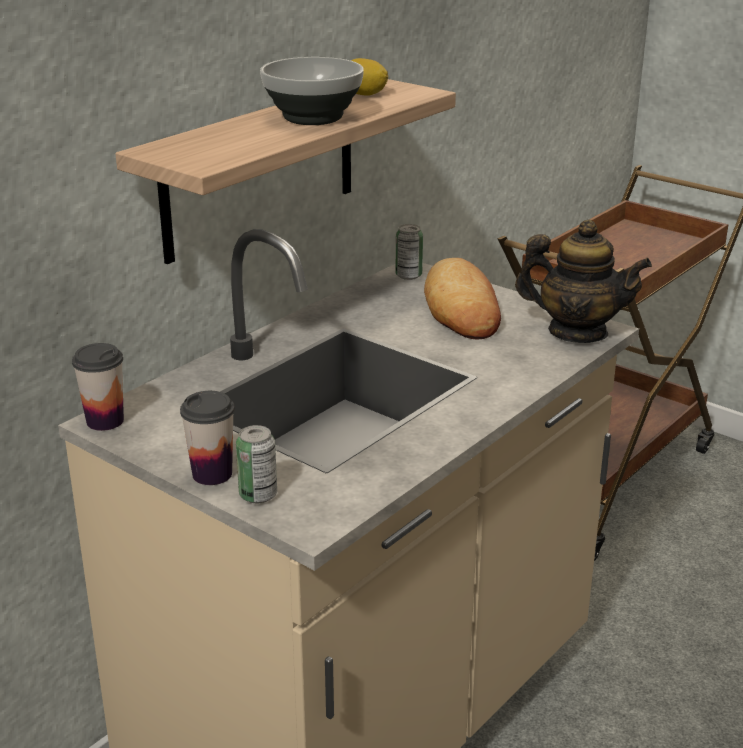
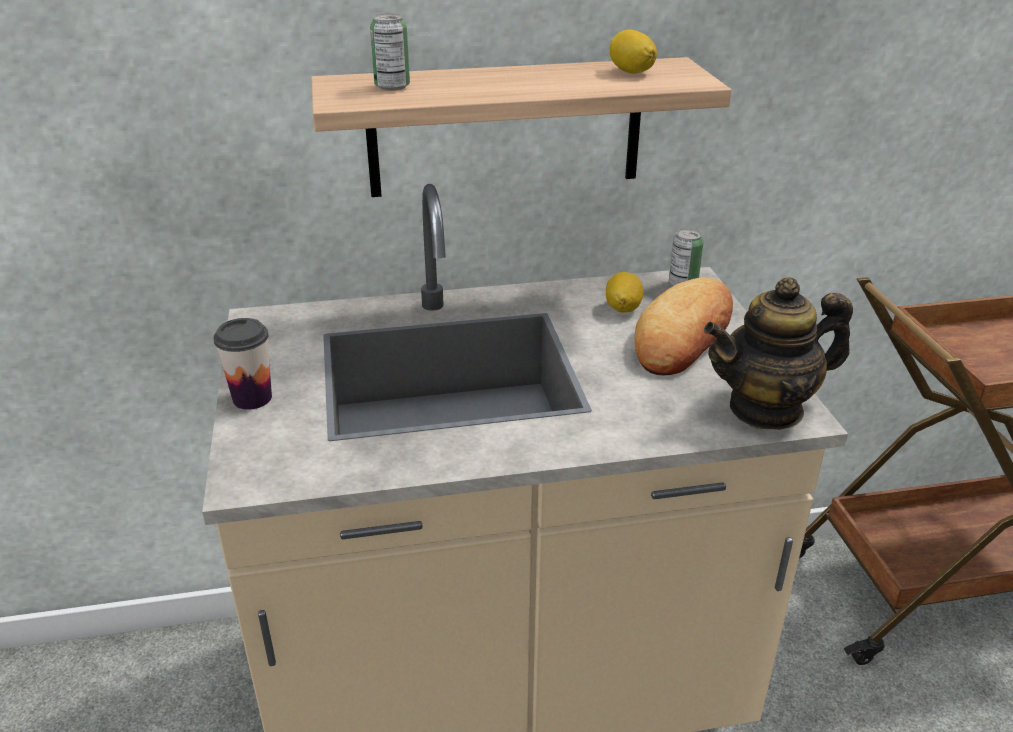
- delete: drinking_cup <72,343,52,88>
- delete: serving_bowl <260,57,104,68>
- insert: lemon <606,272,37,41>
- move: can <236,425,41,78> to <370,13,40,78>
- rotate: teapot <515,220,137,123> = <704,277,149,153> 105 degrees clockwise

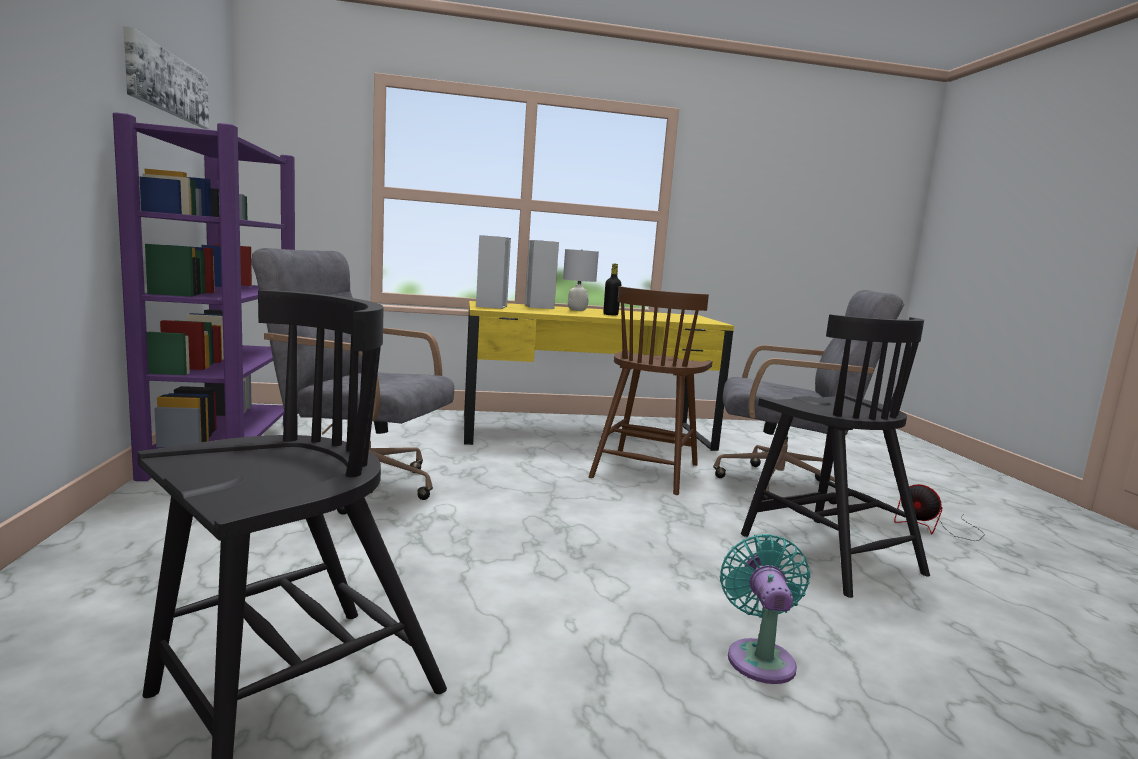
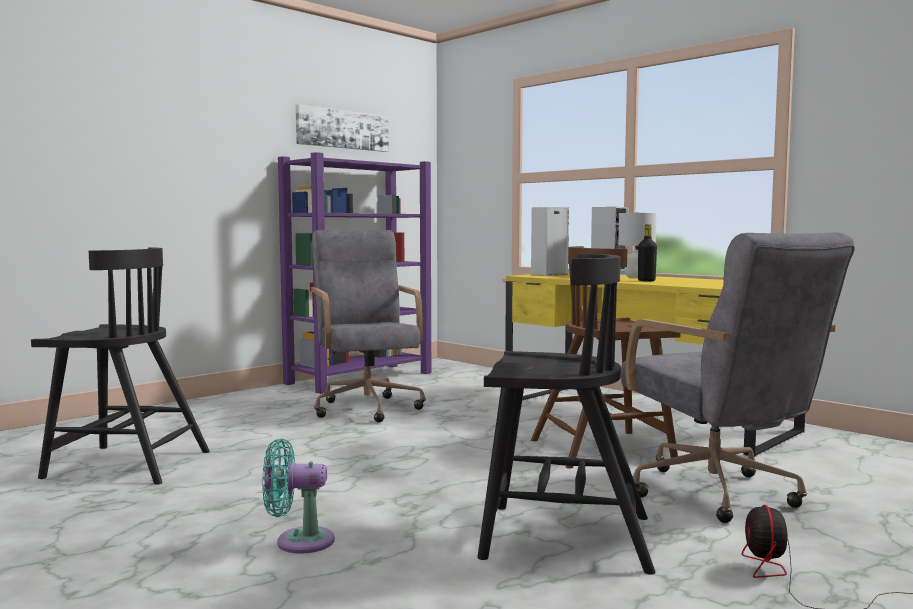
- rotate: turquoise_cooling_fan <720,534,90,150> = <262,439,73,115> 150 degrees counterclockwise
- rotate: black_plain_chair <741,314,189,284> = <477,254,179,321> 105 degrees counterclockwise

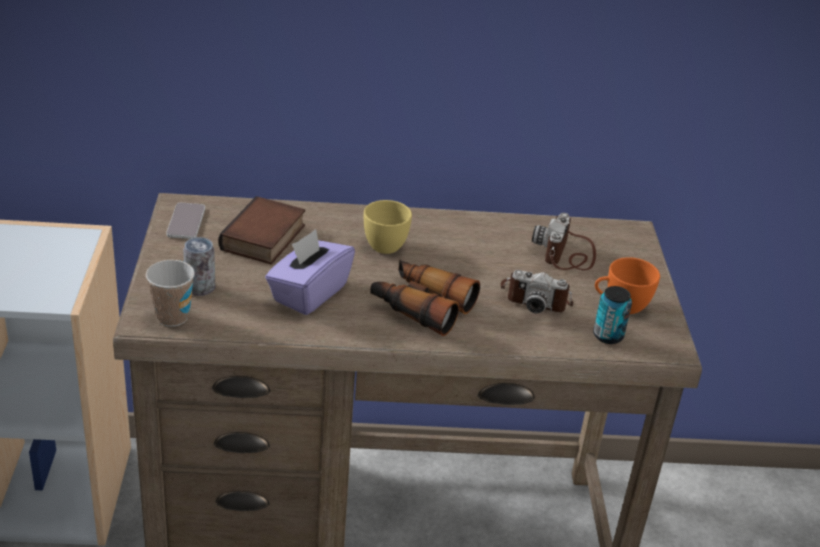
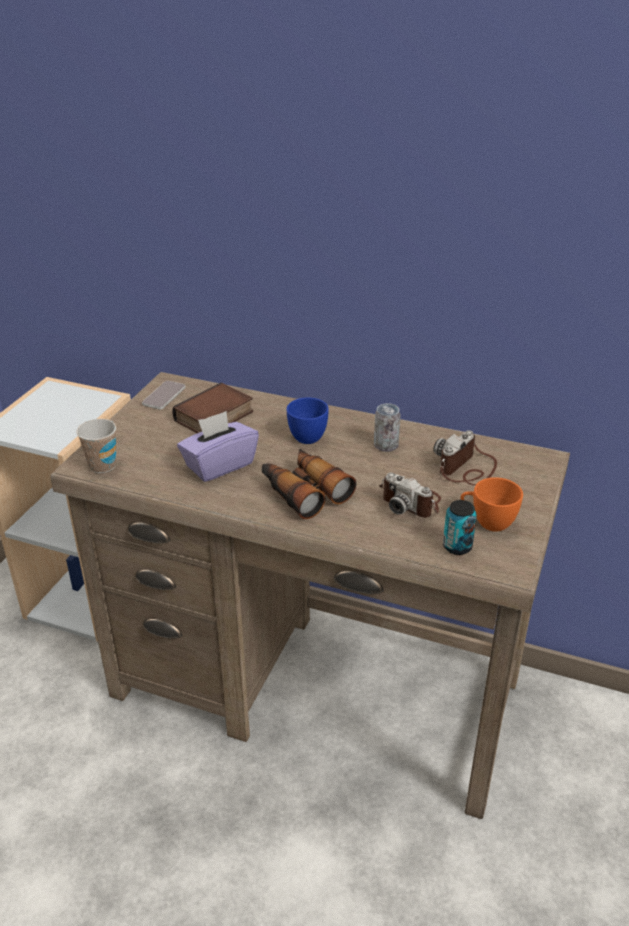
- move: can <183,237,32,59> to <374,403,27,49>
- recolor: yellowish_drinking_cup <364,200,48,54> to blue-coloured_drinking_cup <287,397,42,47>

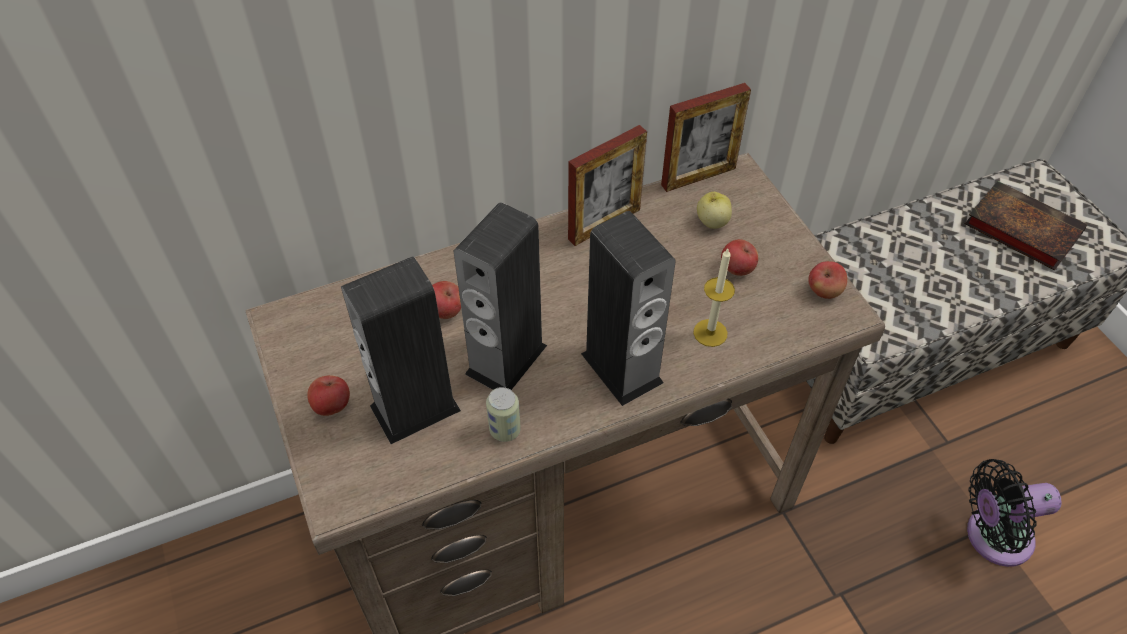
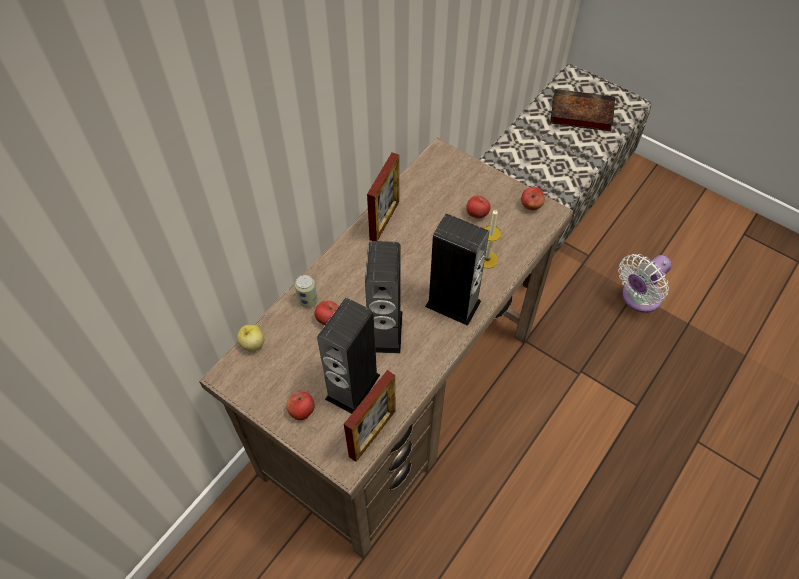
- move: can <486,387,35,55> to <295,275,23,33>
- move: standing_frame <661,83,90,109> to <344,370,52,92>
- move: apple_fruit <697,192,35,37> to <237,325,27,26>
- recolor: black_cooling_fan <967,459,95,108> to white-coloured_cooling_fan <618,254,54,59>

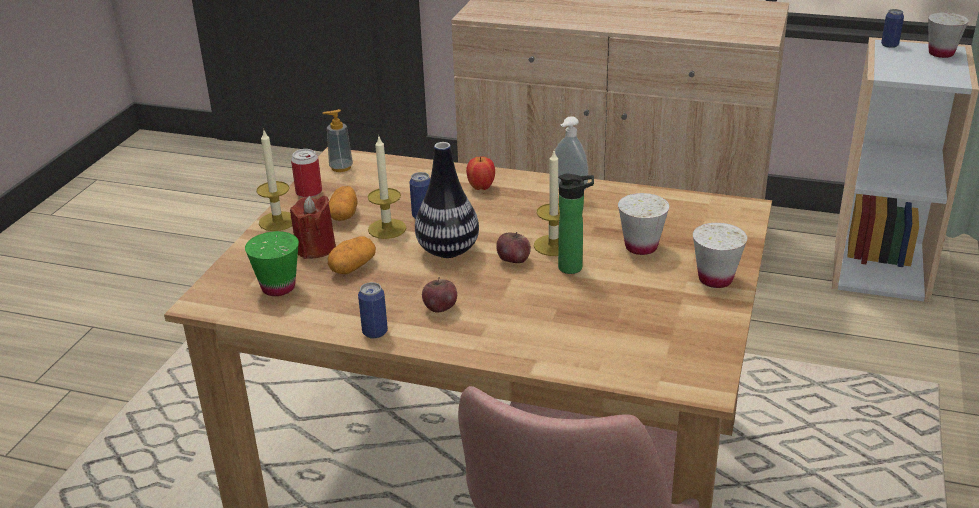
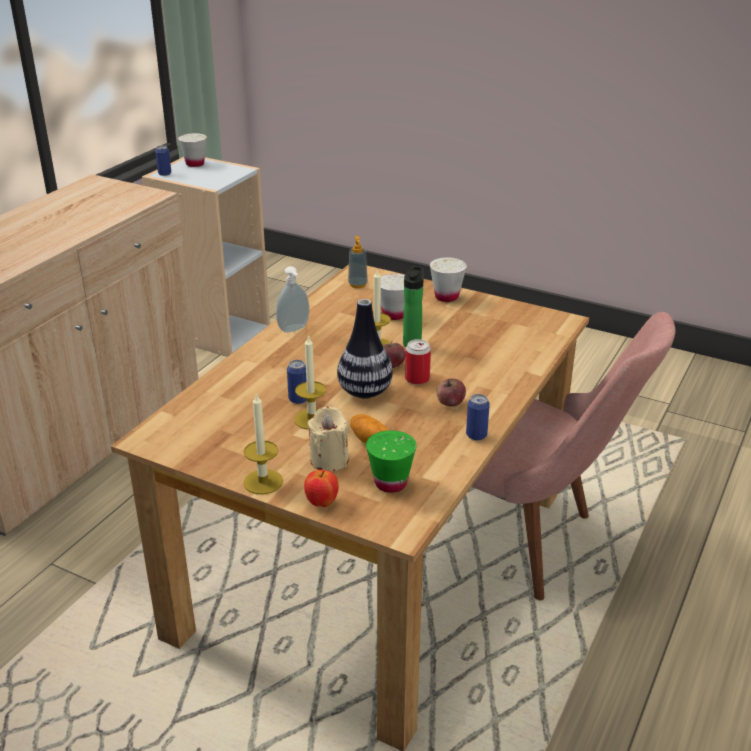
- delete: whole_potato <329,186,29,35>
- move: can <291,149,31,48> to <405,339,26,46>
- move: liquid_soap_bottle <323,109,30,63> to <348,236,20,52>
- move: apple_fruit <466,156,29,34> to <304,470,35,37>
- recolor: red_wax_light <290,195,46,64> to beige_wax_light <308,407,41,65>

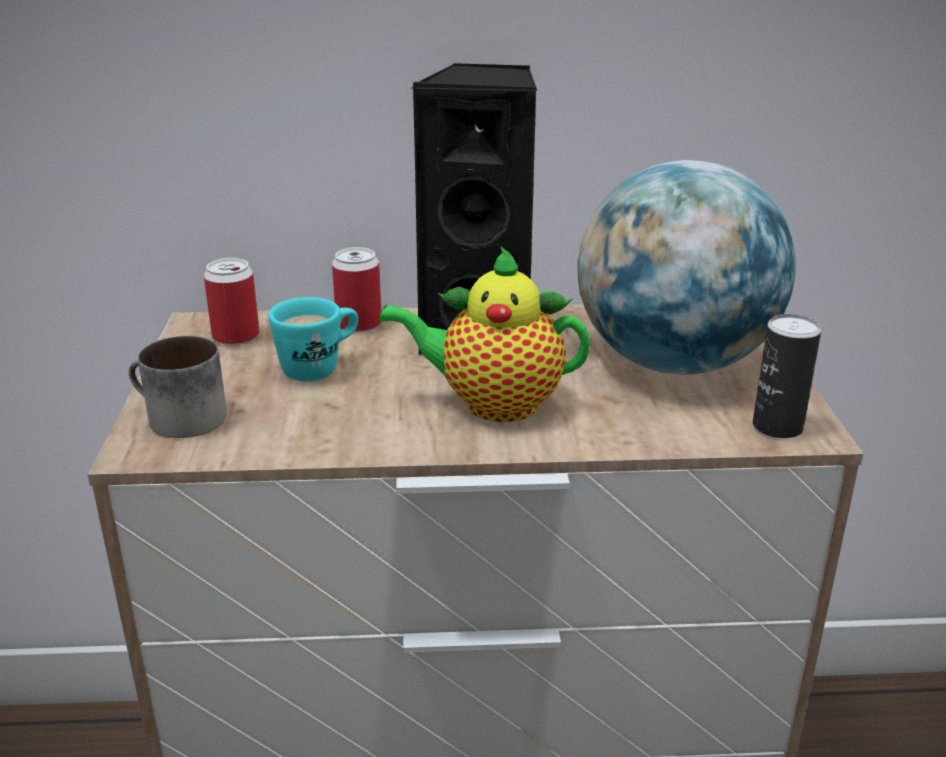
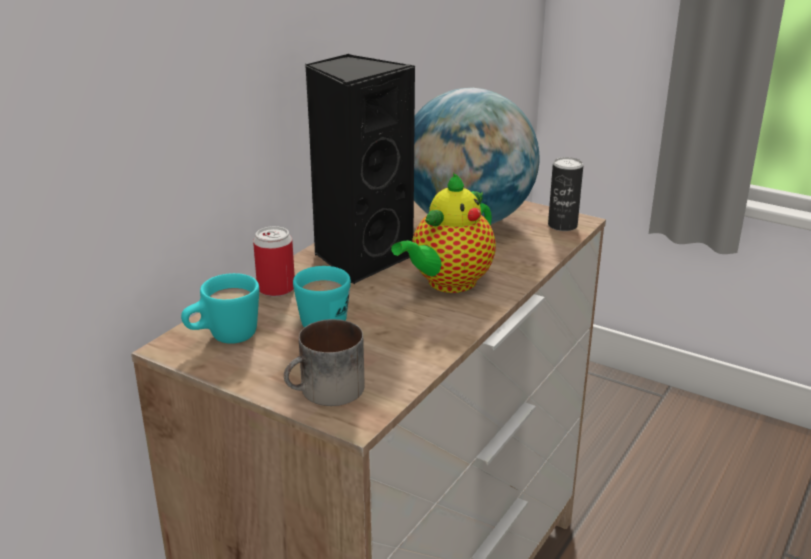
- replace: can <204,258,56,87> to turquoise_mug <181,273,78,71>

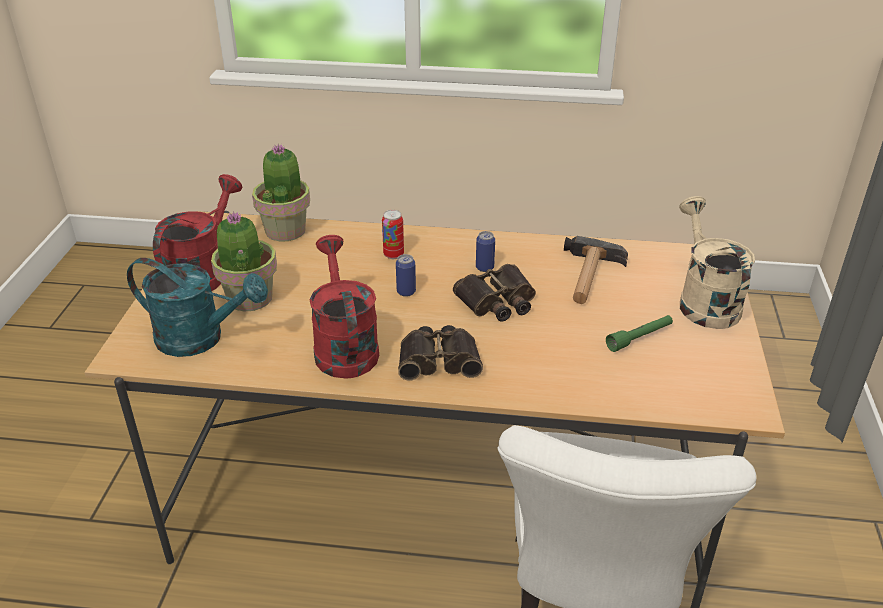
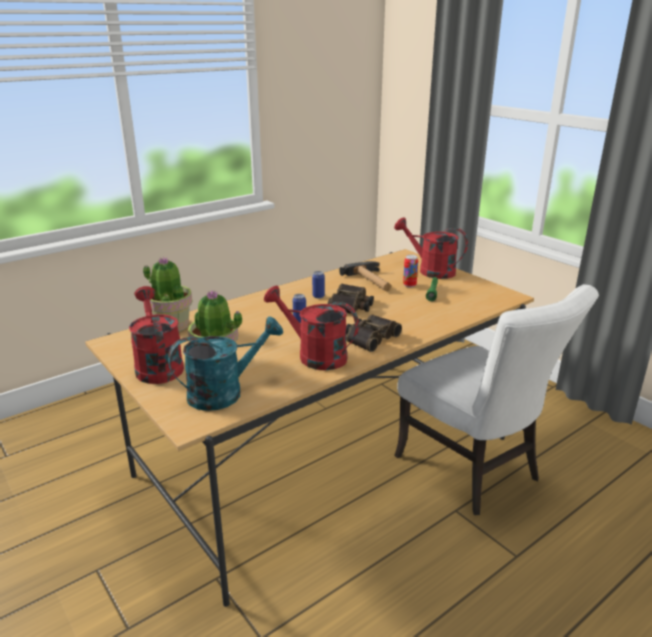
- move: can <382,210,22,49> to <403,255,15,33>
- recolor: beige_watering_pot <679,196,76,133> to red_watering_pot <394,217,74,62>

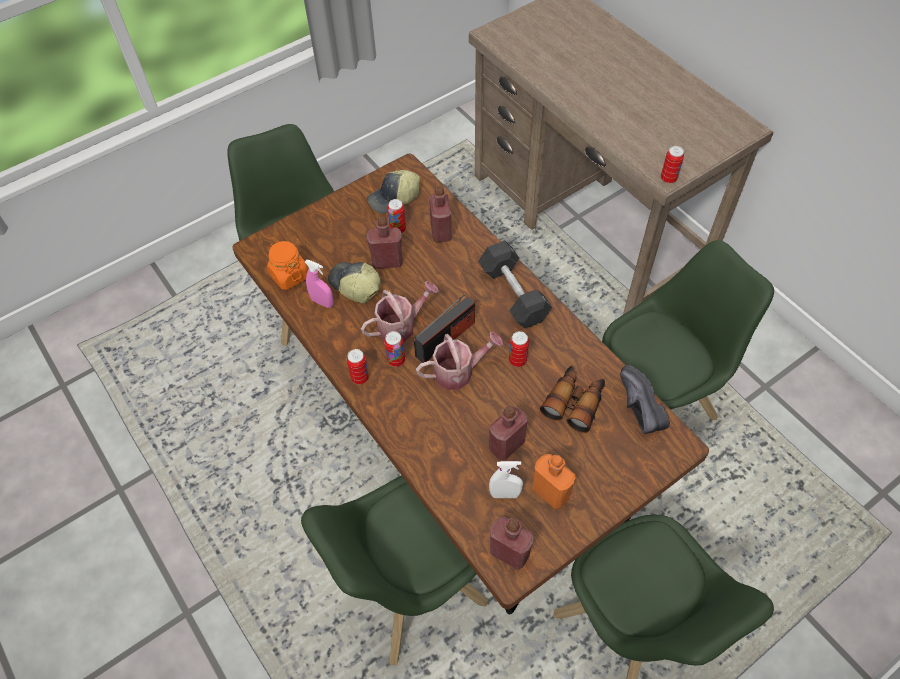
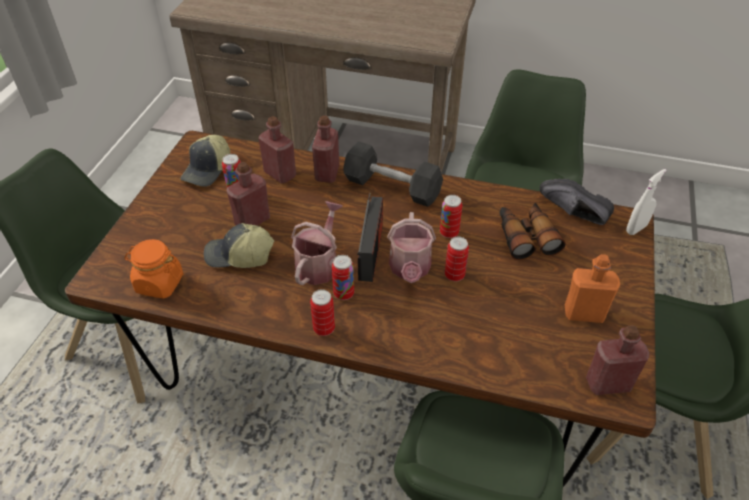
- delete: pinkish_sprayer <305,260,29,48>
- move: red_bottle <489,406,39,55> to <312,116,27,67>
- move: white-coloured_sprayer <489,461,34,37> to <626,169,41,66>
- move: can <661,146,23,38> to <445,237,24,44>
- rotate: watering_pot <416,332,87,58> = <387,212,49,71> 150 degrees clockwise

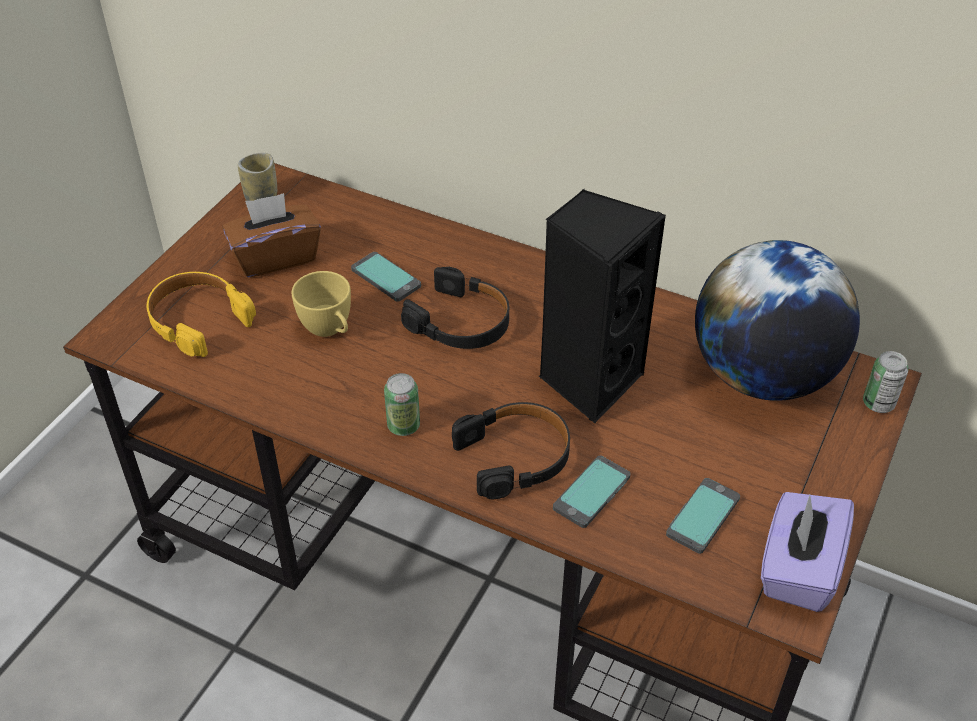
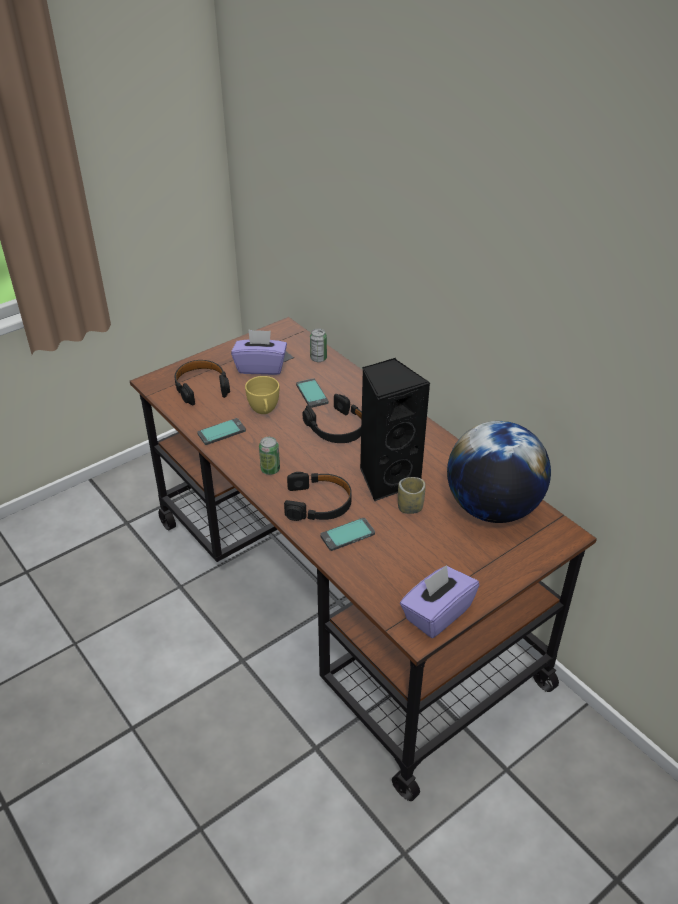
- move: drinking_cup <238,153,39,48> to <398,477,28,37>
- move: phone <666,478,74,76> to <197,418,49,27>
- move: can <863,351,46,62> to <310,328,17,34>
- recolor: yellowish_headset <147,272,109,85> to black_headset <174,360,56,46>
- recolor: brown-coloured_tissue_holder <222,193,99,85> to purplish_tissue_holder <231,329,56,46>

